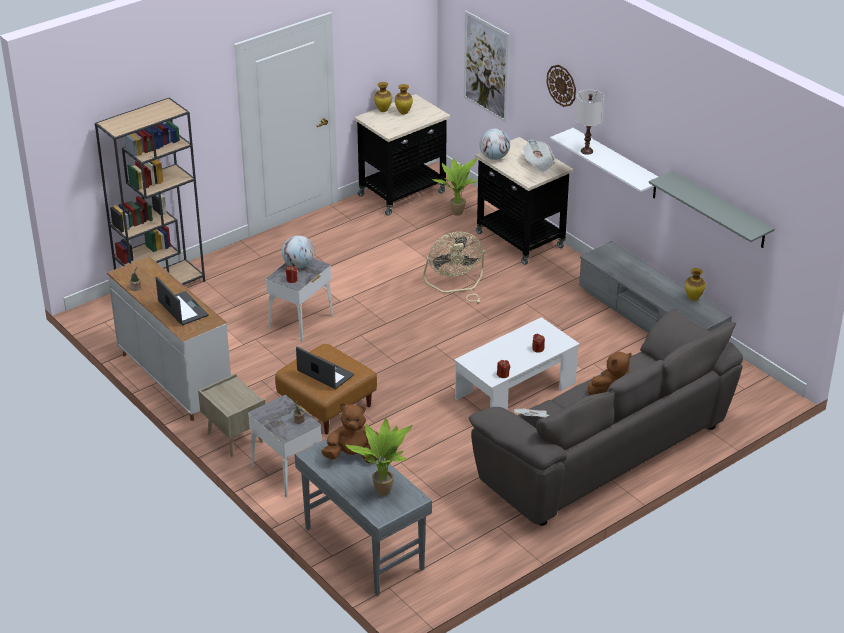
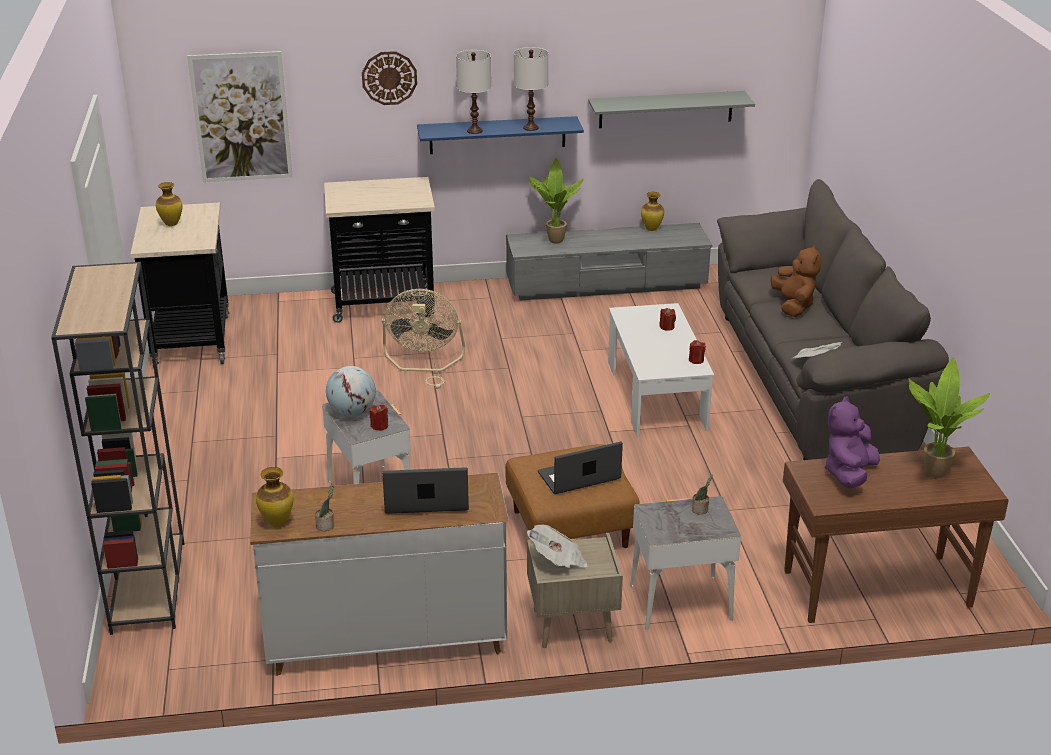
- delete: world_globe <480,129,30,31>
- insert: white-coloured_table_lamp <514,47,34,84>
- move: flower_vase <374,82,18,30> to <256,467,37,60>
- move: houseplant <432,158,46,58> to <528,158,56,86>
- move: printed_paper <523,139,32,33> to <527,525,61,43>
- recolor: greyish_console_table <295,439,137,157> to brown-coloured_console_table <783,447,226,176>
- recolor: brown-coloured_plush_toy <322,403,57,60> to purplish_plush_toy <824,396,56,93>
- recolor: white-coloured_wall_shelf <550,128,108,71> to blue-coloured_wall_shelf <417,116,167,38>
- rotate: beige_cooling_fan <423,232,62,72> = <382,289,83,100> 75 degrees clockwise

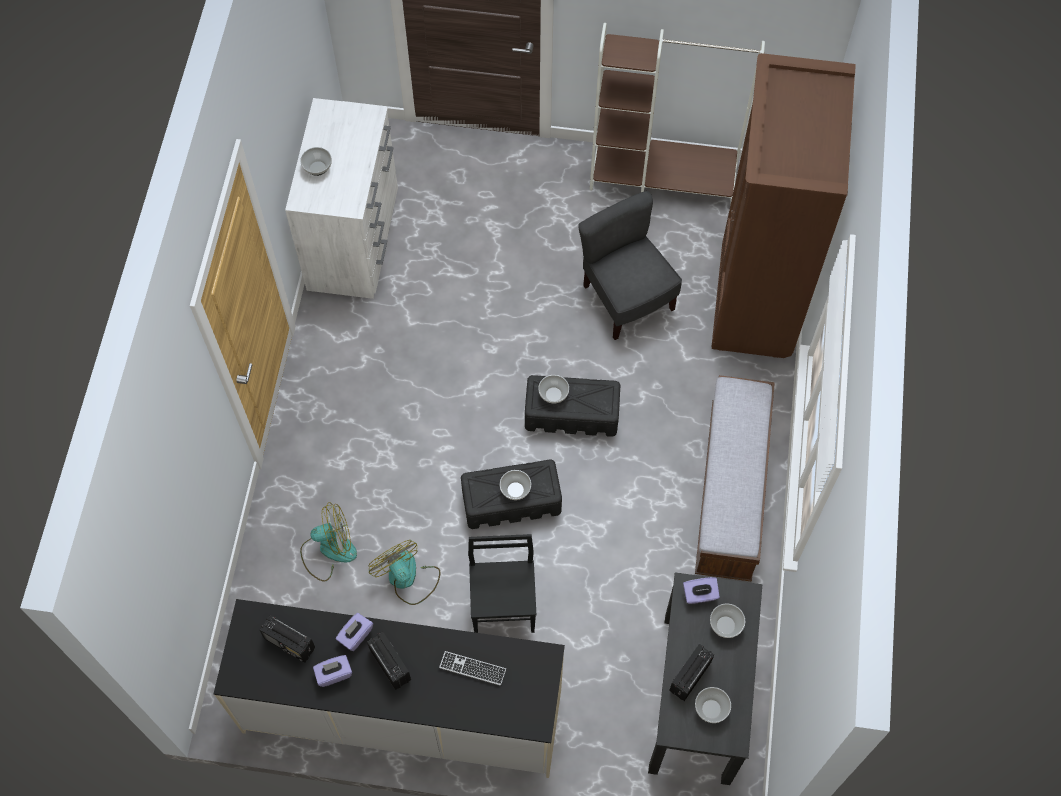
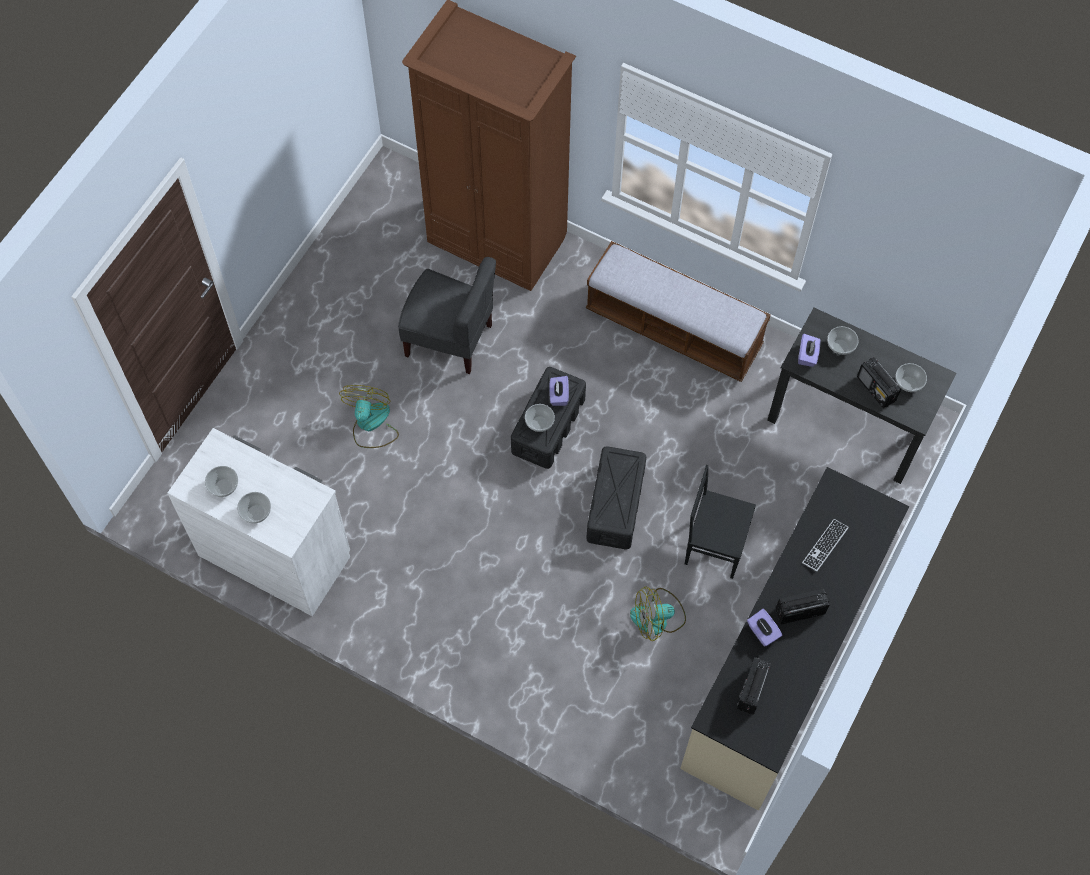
- delete: brown-coloured_garment_rack <590,23,175,182>
- move: cooling_fan <300,502,57,80> to <339,385,60,63>
- move: purplish_tissue_holder <313,655,39,32> to <549,376,20,30>
- move: serving_bowl <500,470,31,30> to <205,466,33,31>
- rotate: radio_receiver <260,615,55,48> = <737,657,34,58> 150 degrees clockwise
- rotate: greyish_plain_chair <578,191,104,149> = <398,257,98,117> 150 degrees counterclockwise

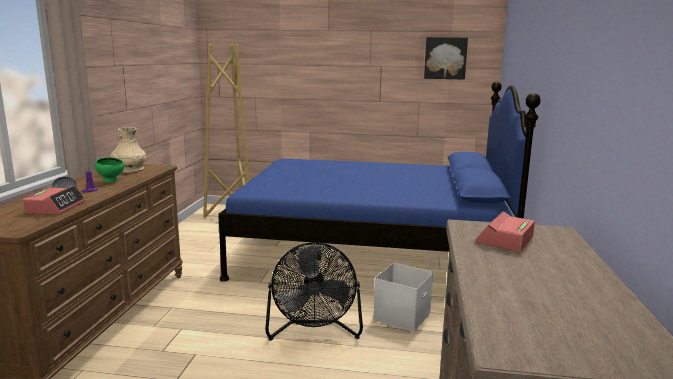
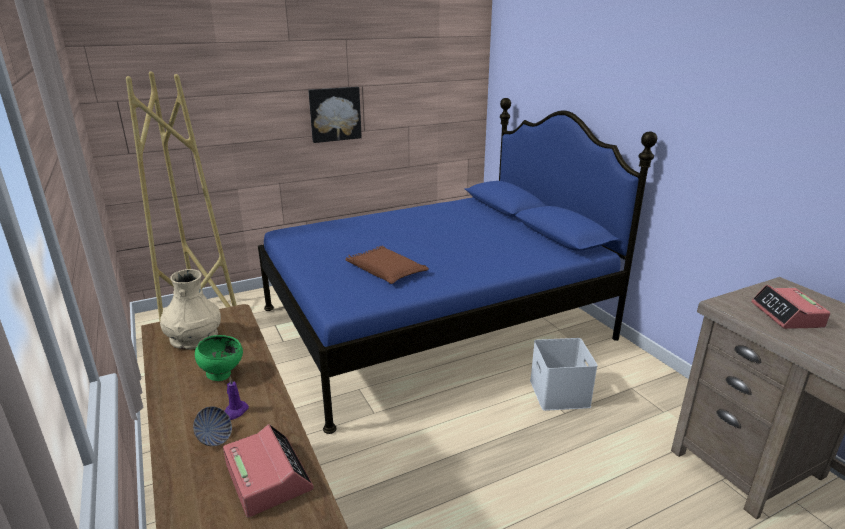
- delete: black_cooling_fan <265,242,98,99>
- insert: brown-coloured_pillow <345,246,84,38>
- move: wall_art <424,37,44,43> to <308,87,54,56>

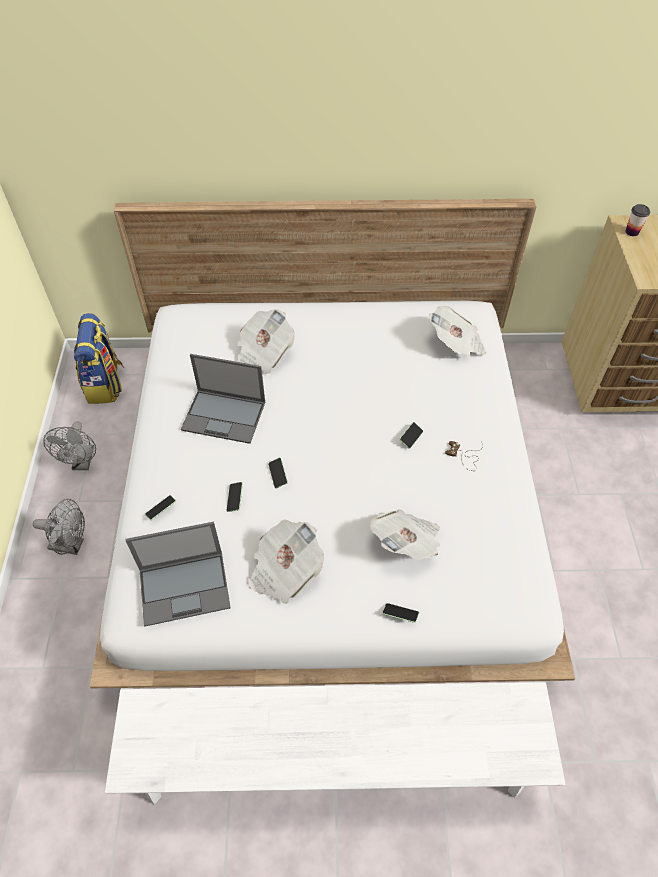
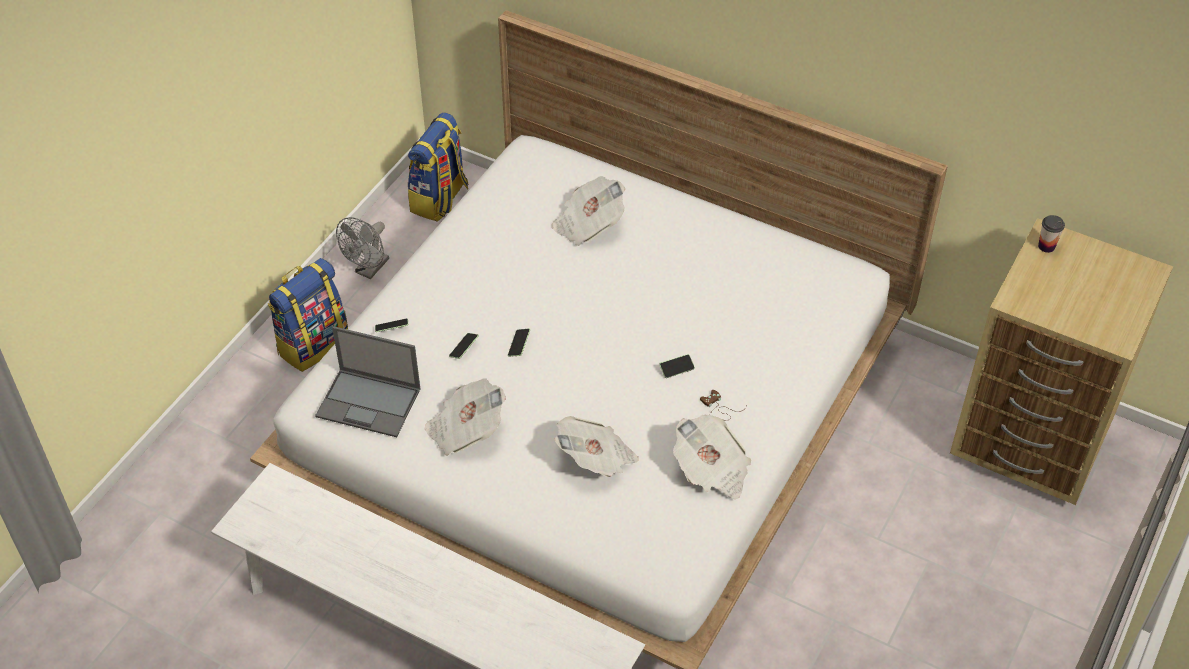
- delete: portable_computer <181,354,84,90>
- delete: phone <382,603,37,20>
- move: printed_paper <429,306,58,50> to <673,415,78,84>
- replace: greyish_cooling_fan <32,499,53,56> to rucksack <268,258,80,114>

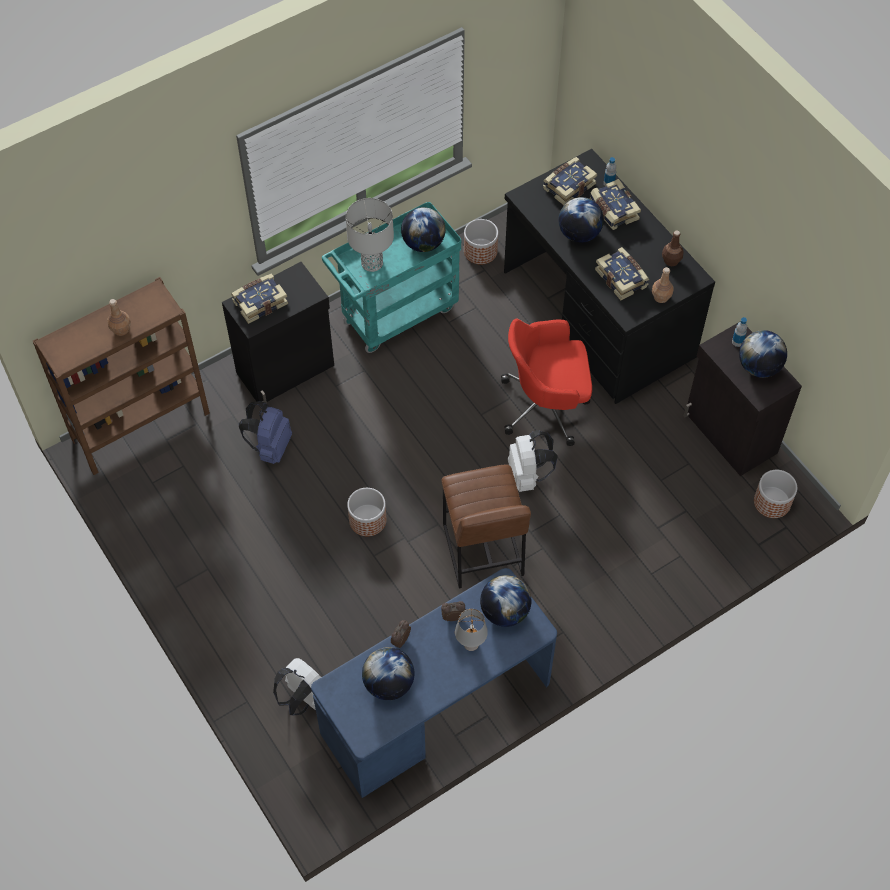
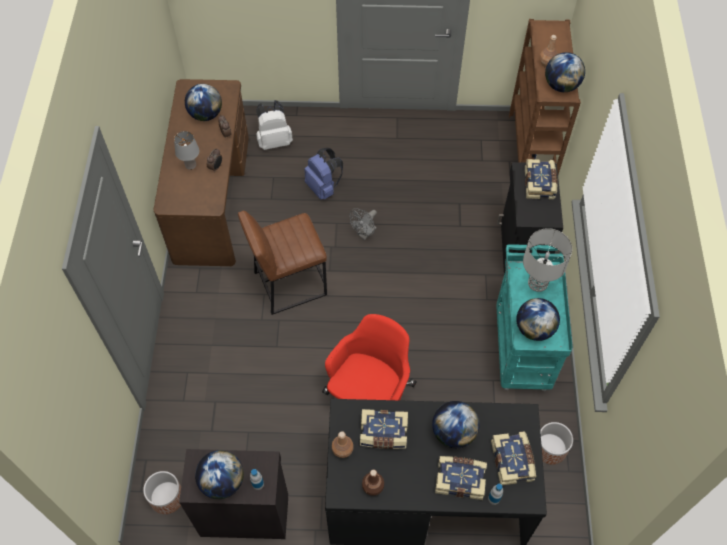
- delete: white-coloured_rucksack <508,430,49,62>
- move: blue-coloured_rucksack <239,401,53,63> to <304,148,39,52>
- move: world_globe <480,575,51,52> to <545,52,40,40>
- replace: planter <347,488,40,48> to greyish_cooling_fan <350,208,27,32>
- recolor: blue-coloured_desk <311,568,246,230> to brown-coloured_desk <153,79,96,187>
- rotate: brown-coloured_plain_chair <442,464,89,124> = <238,210,89,105> 45 degrees counterclockwise

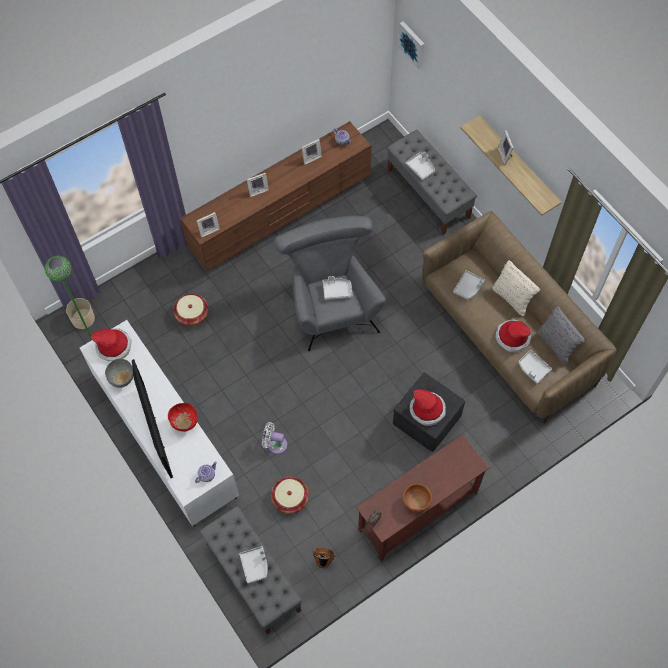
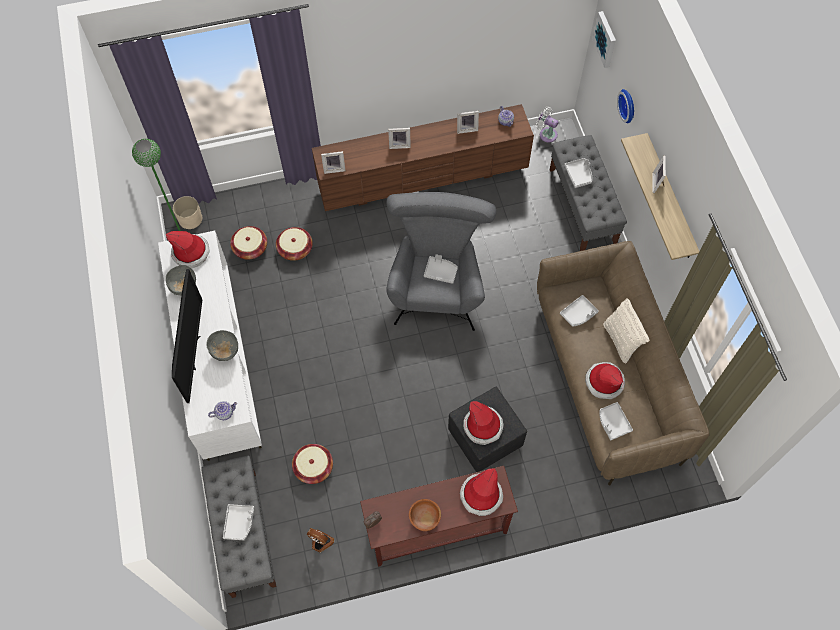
- delete: greyish_pillow <538,306,47,58>
- insert: basket <230,226,37,34>
- insert: wearable_hat <460,468,43,48>
- insert: clock_on_the_wall <617,89,17,34>
- move: white-coloured_cooling_fan <262,422,25,32> to <536,107,23,36>
- recolor: red_serving_bowl <168,403,30,29> to greyish_serving_bowl <207,330,31,31>

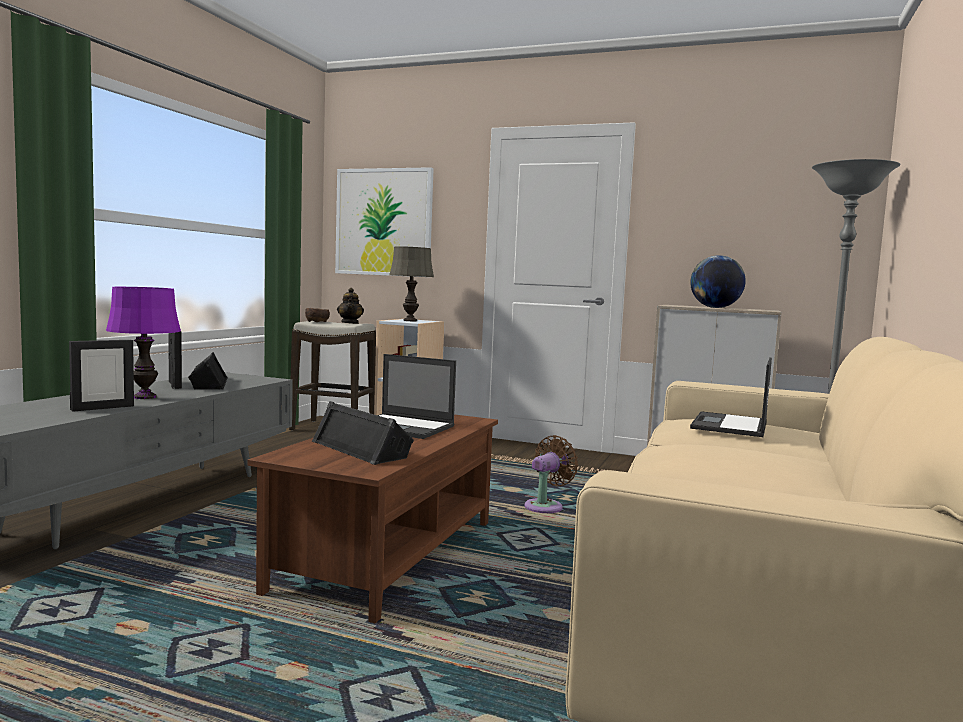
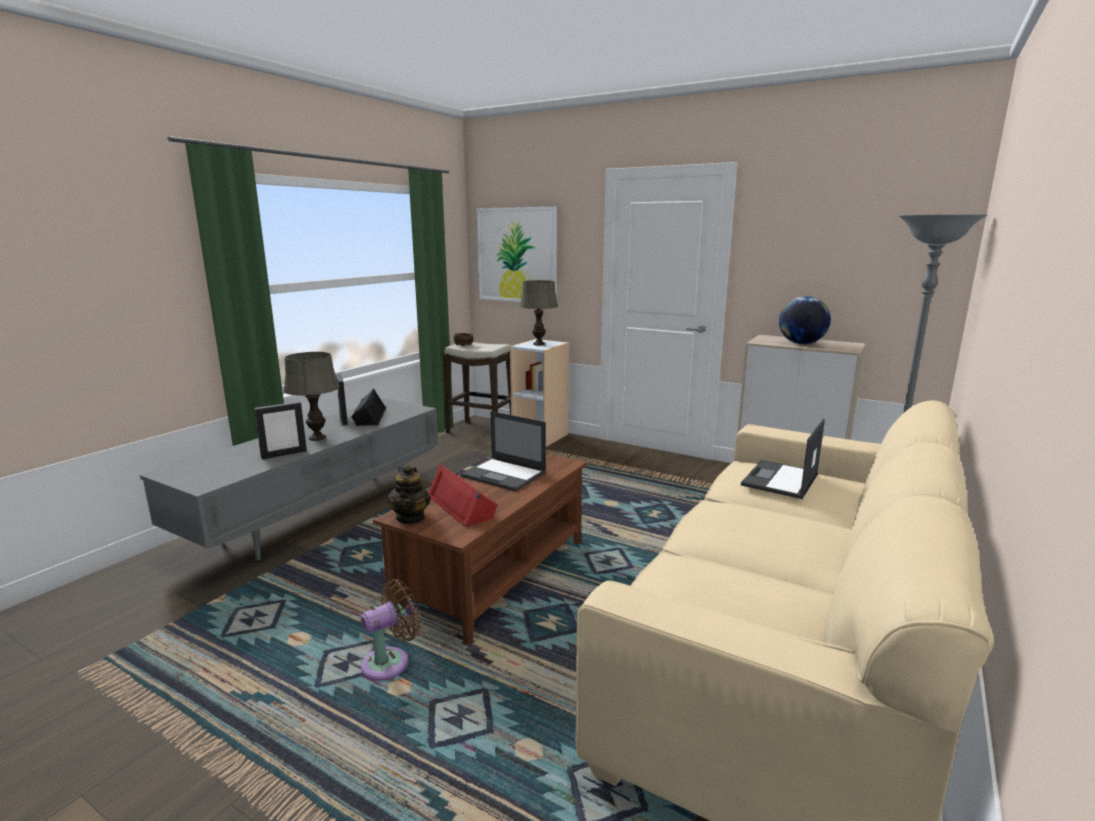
- move: teapot <337,288,27,36> to <387,465,44,59>
- move: brown-coloured_cooling_fan <525,435,53,78> to <361,579,59,102>
- recolor: purplish_table_lamp <106,287,75,112> to greyish_table_lamp <284,352,55,89>
- recolor: black_audio_speaker <312,401,102,64> to red_audio_speaker <428,464,70,64>

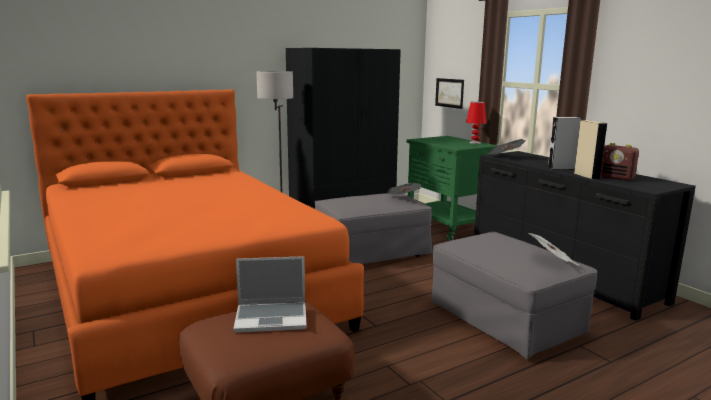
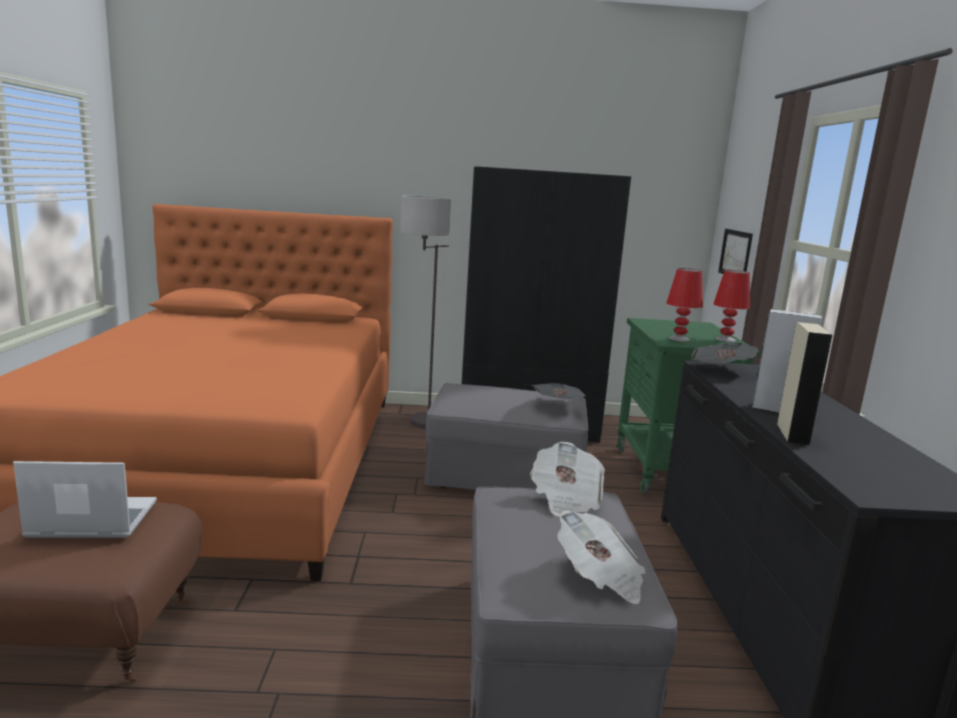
- delete: radio_receiver <600,143,39,38>
- insert: printed_paper <530,442,75,75>
- insert: red_table_lamp <666,268,37,74>
- rotate: portable_computer <233,256,74,77> = <13,461,144,77> 150 degrees clockwise

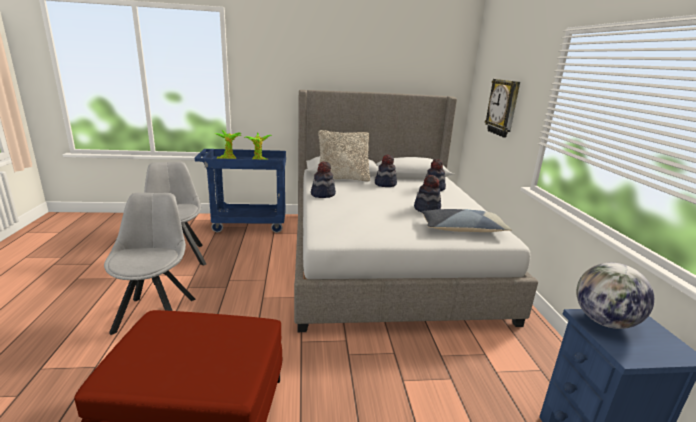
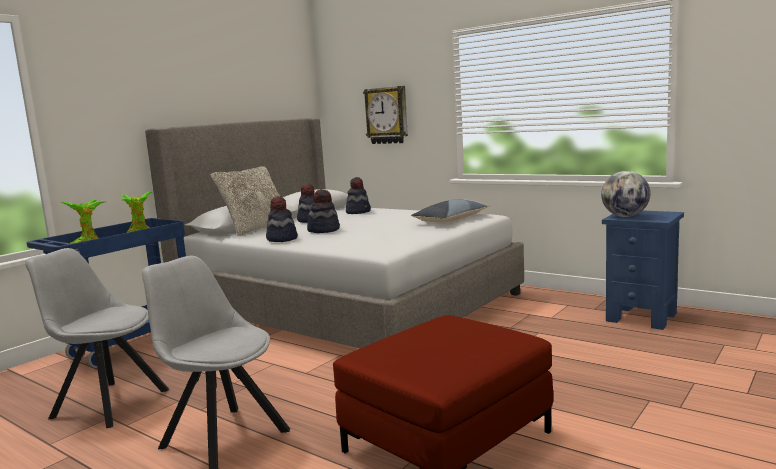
- move: wearable_hat <414,175,27,37> to <307,189,33,44>

